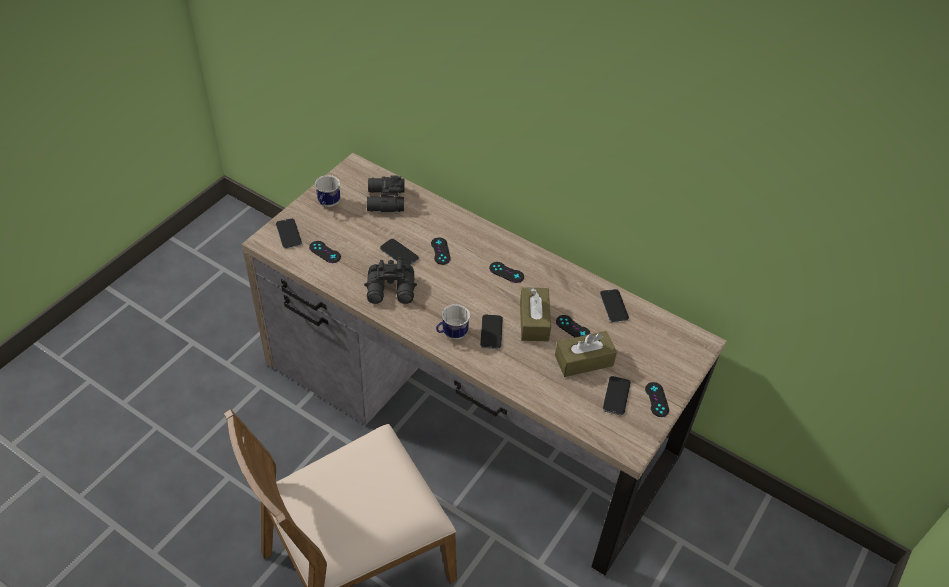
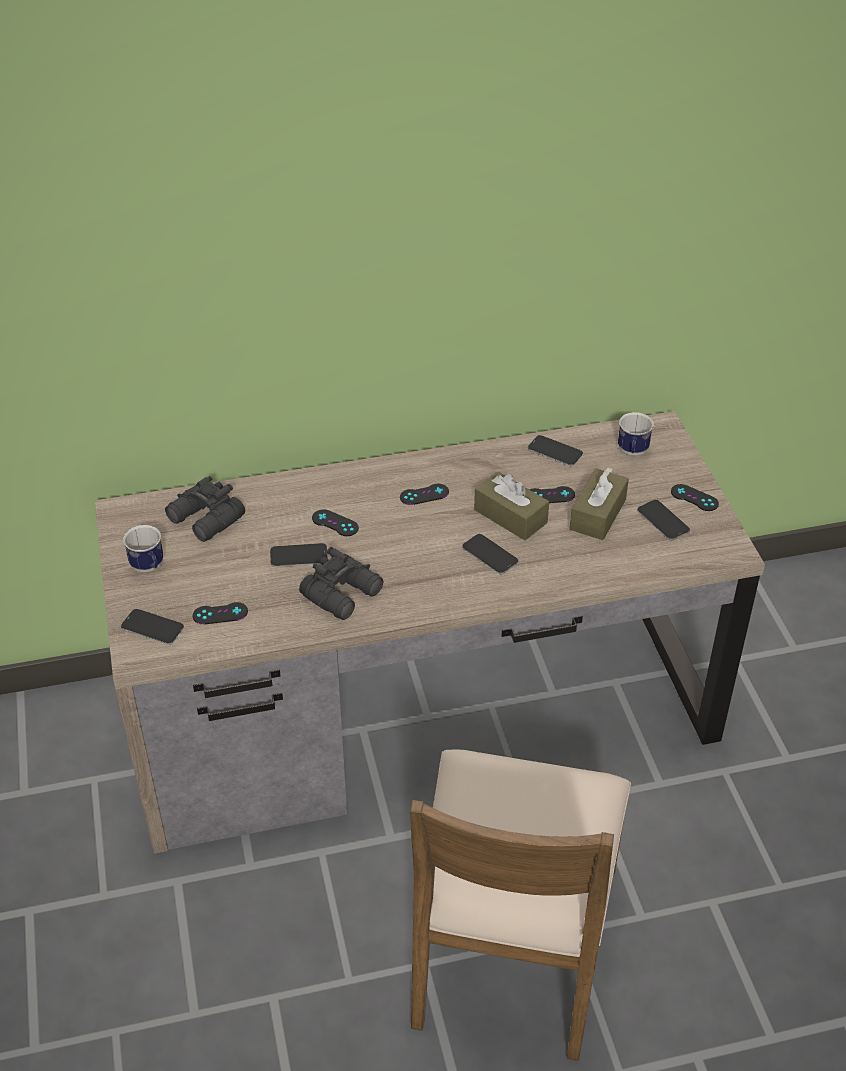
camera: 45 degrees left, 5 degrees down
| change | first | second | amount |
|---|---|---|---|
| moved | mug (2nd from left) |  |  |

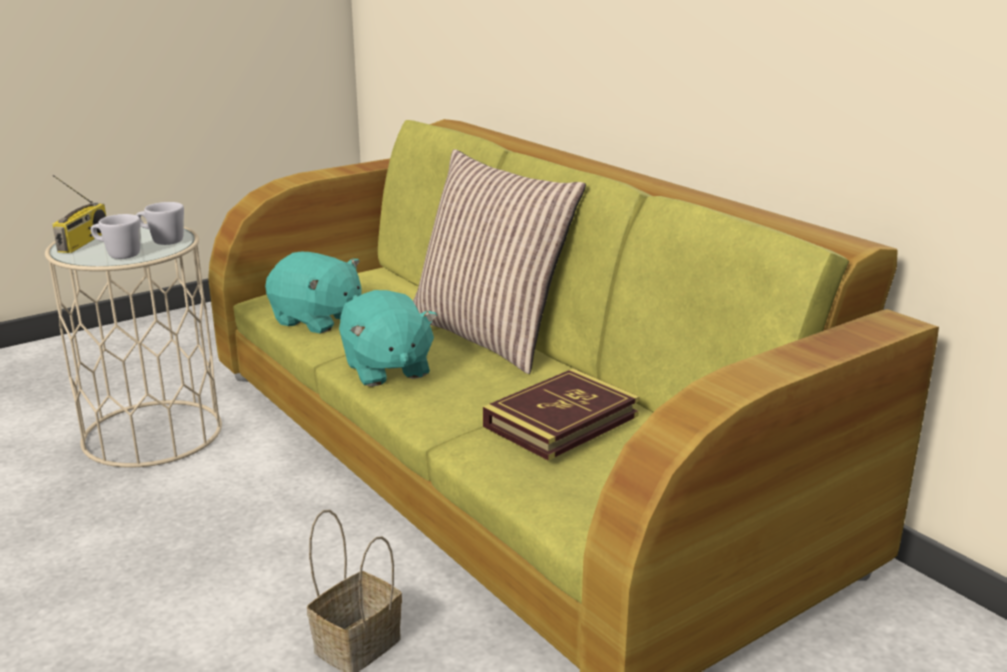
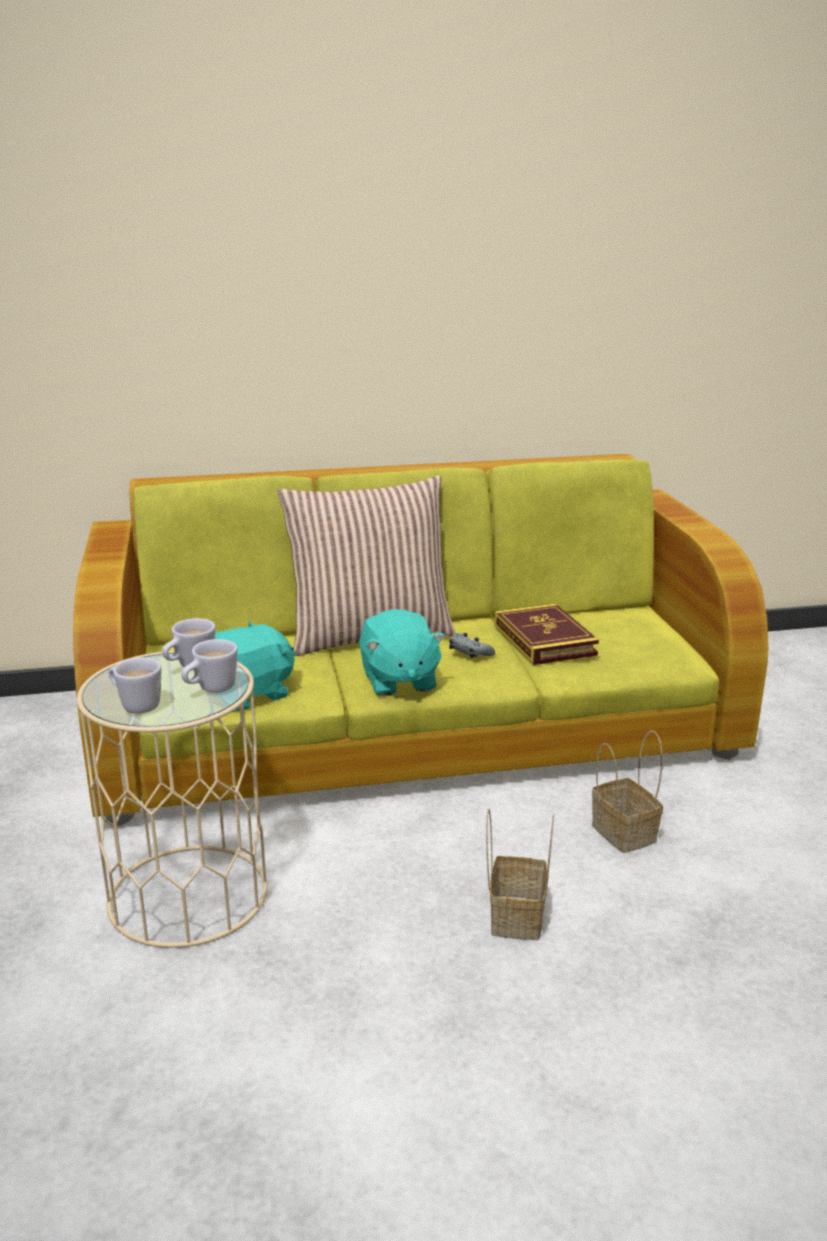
camera: 65 degrees left, 0 degrees up
| change | first | second | amount |
|---|---|---|---|
| replaced | radio | white mug (1st from left) |  |
| turned | turquoise plush toy (2nd from left) |  | 75 degrees clockwise |
| added |  | grey game controller |  |
| added |  | basket (1st from left) |  |

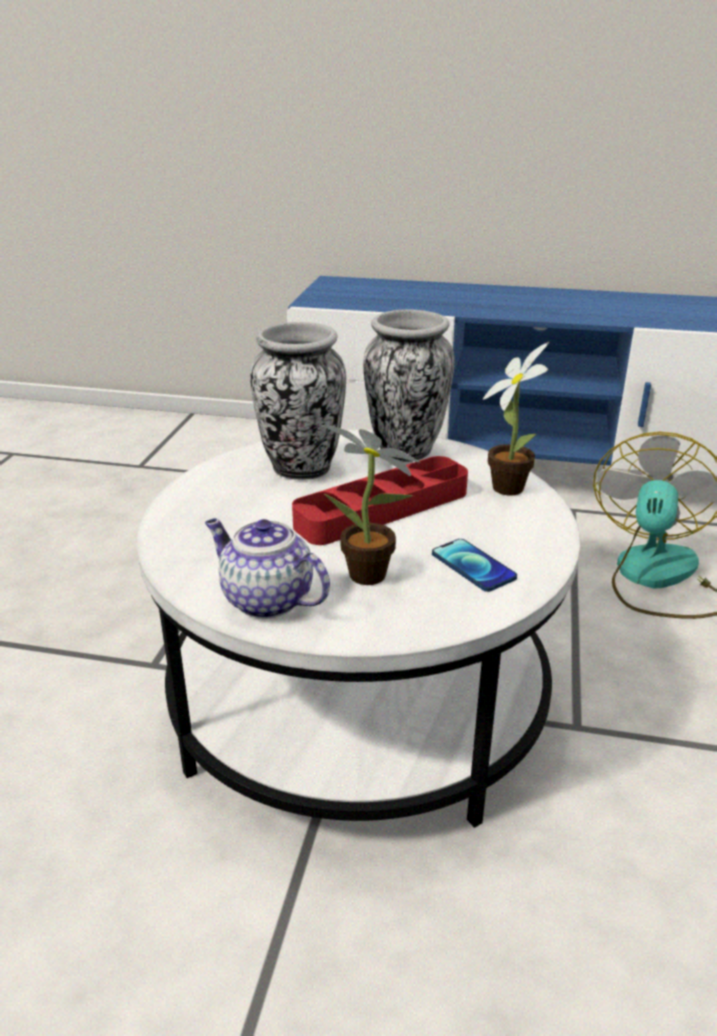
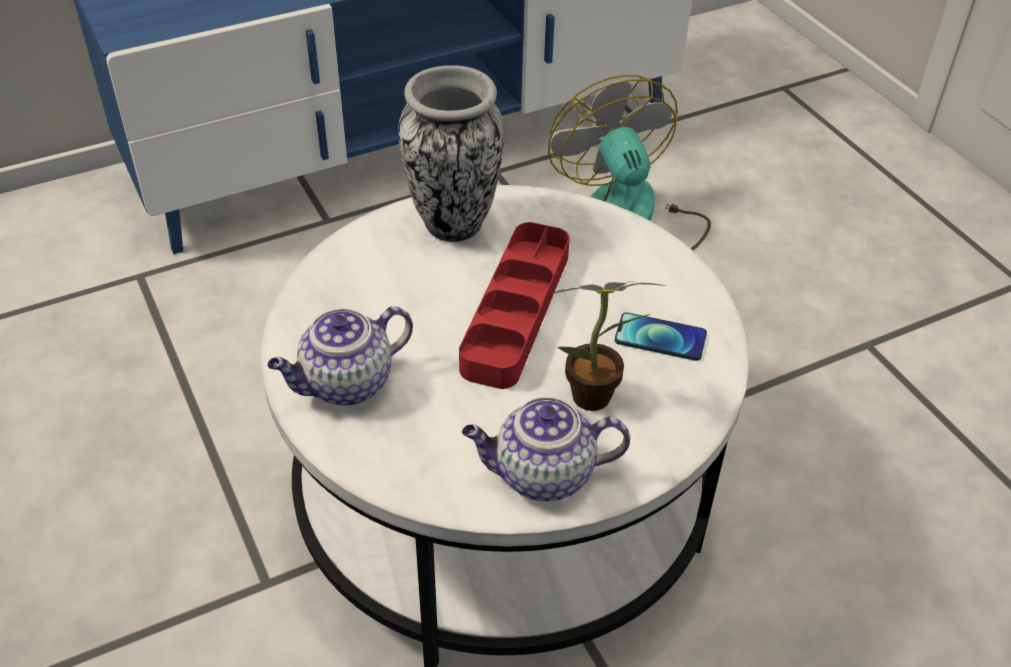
camera: 40 degrees left, 15 degrees up
| change | first | second | amount |
|---|---|---|---|
| removed | vase (1st from left) |  |  |
| removed | potted plant (2nd from left) |  |  |
| added |  | teapot (1st from left) |  |

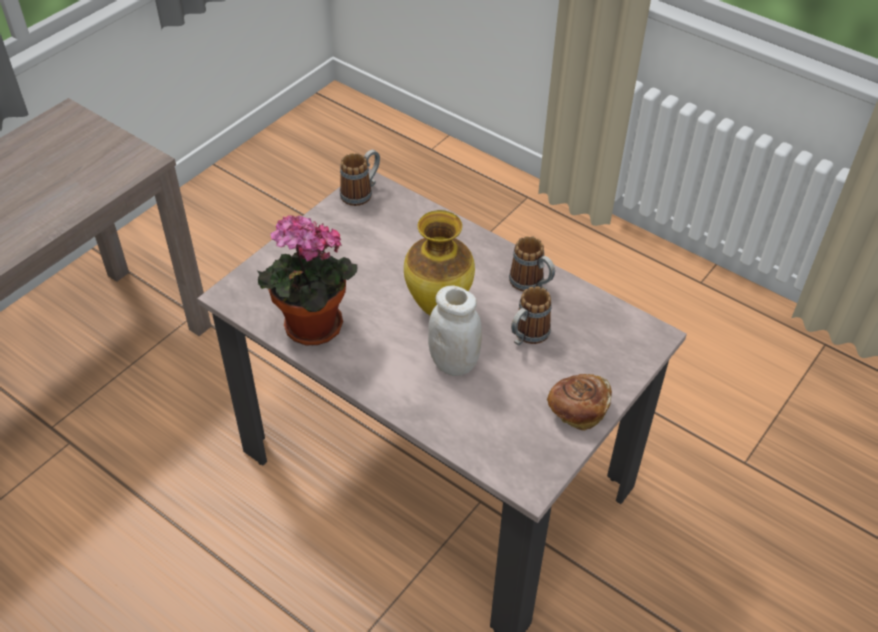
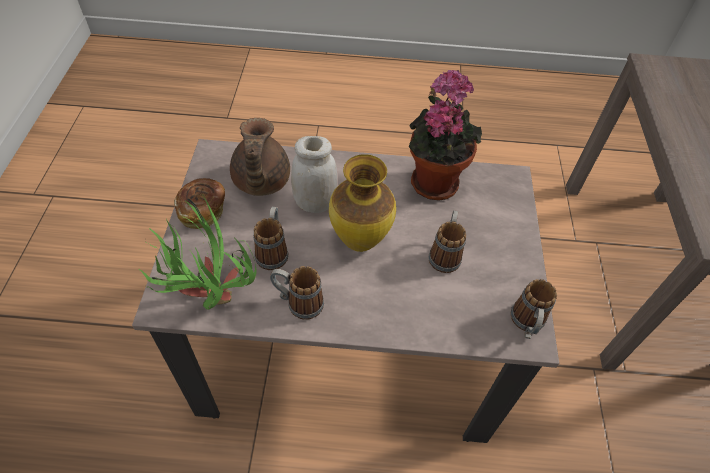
camera: 145 degrees right, 5 degrees up
| change | first | second | amount |
|---|---|---|---|
| added |  | brown teapot |  |
| added |  | potted plant (1st from left) |  |
| added |  | mug (3rd from left) |  |

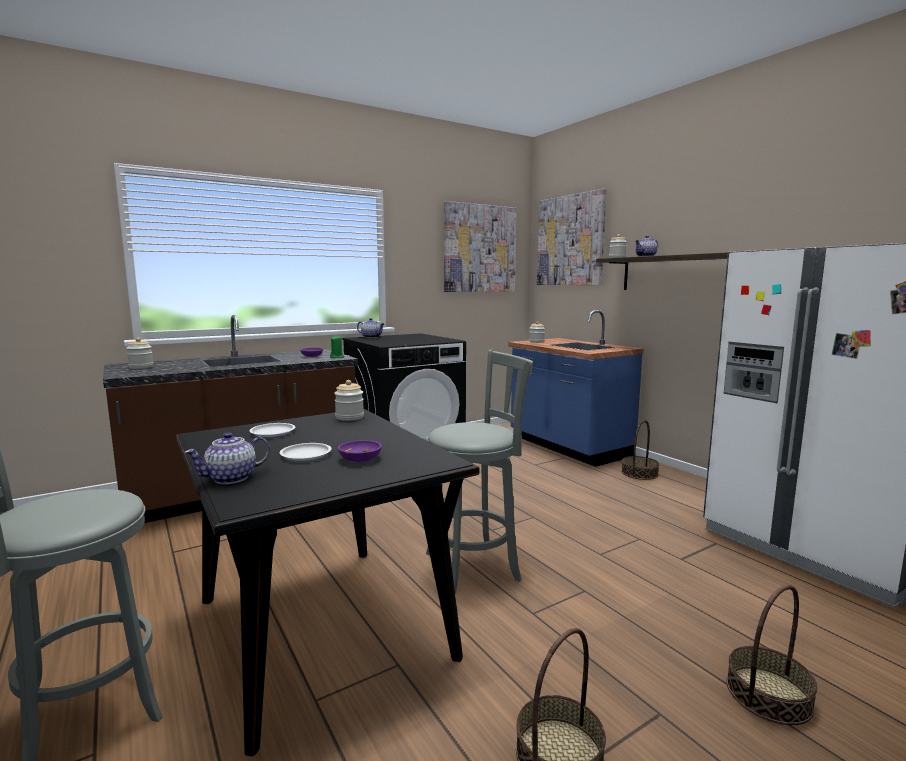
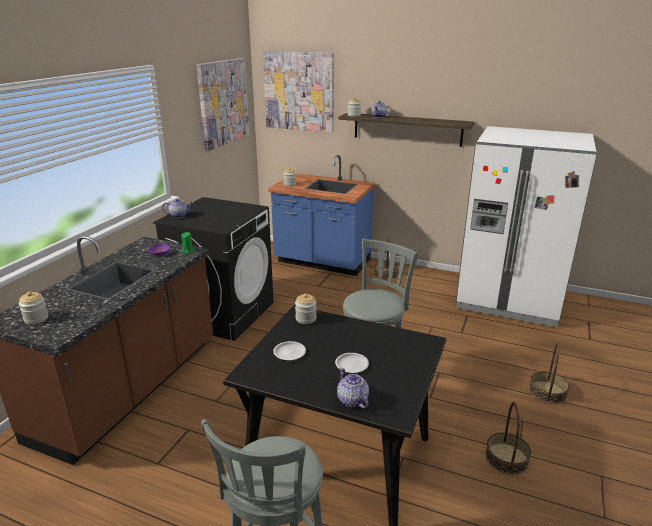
camera: 35 degrees left, 15 degrees up
| change | first | second | amount |
|---|---|---|---|
| turned | teapot (1st from left in the first image) | teapot (2nd from left) | 135 degrees clockwise |
| removed | purple bowl (2nd from left) |  |  |

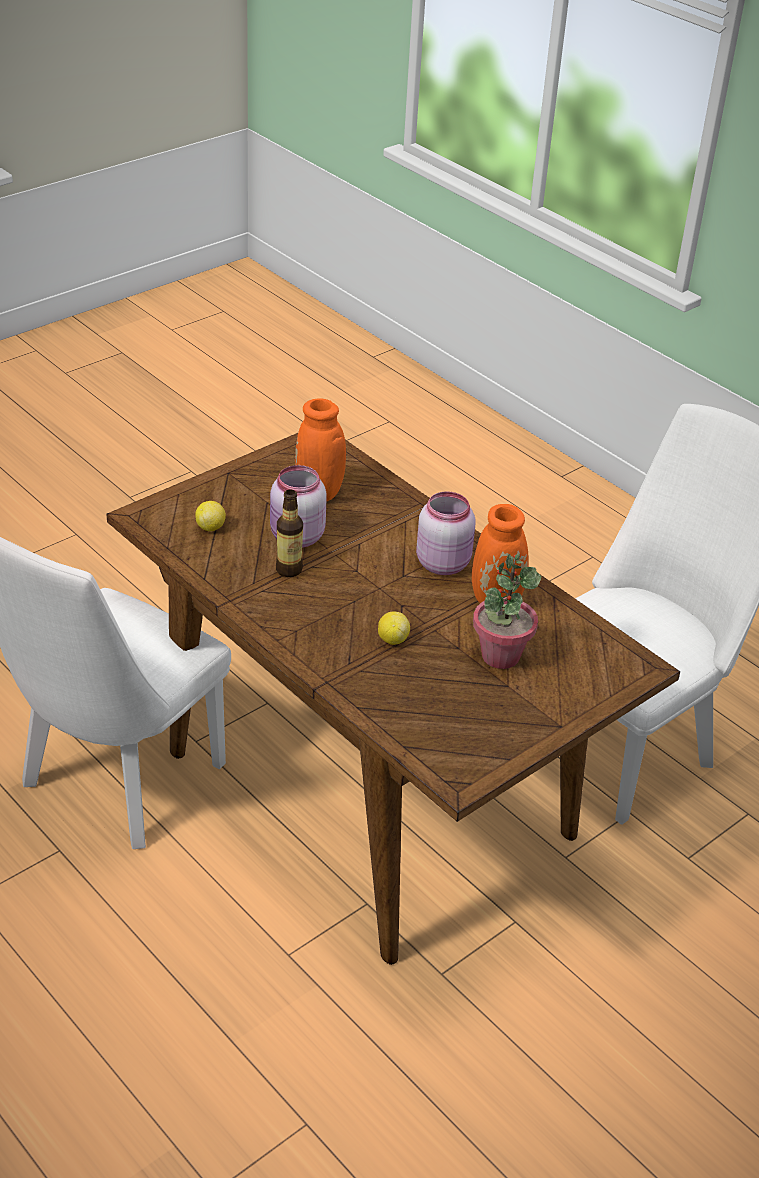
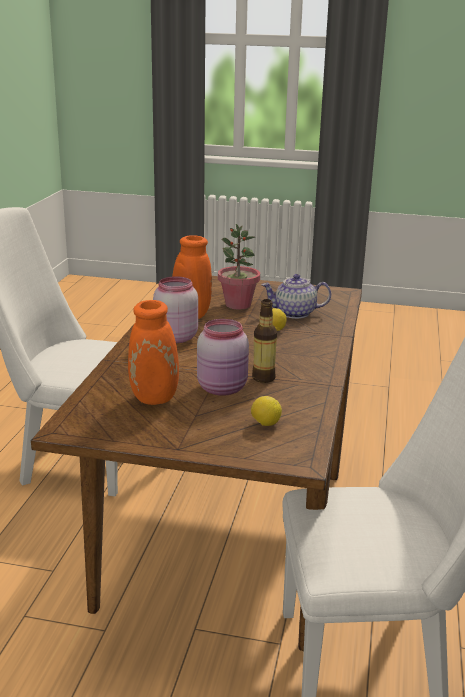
camera: 125 degrees left, 15 degrees down
| change | first | second | amount |
|---|---|---|---|
| added |  | teapot |  |

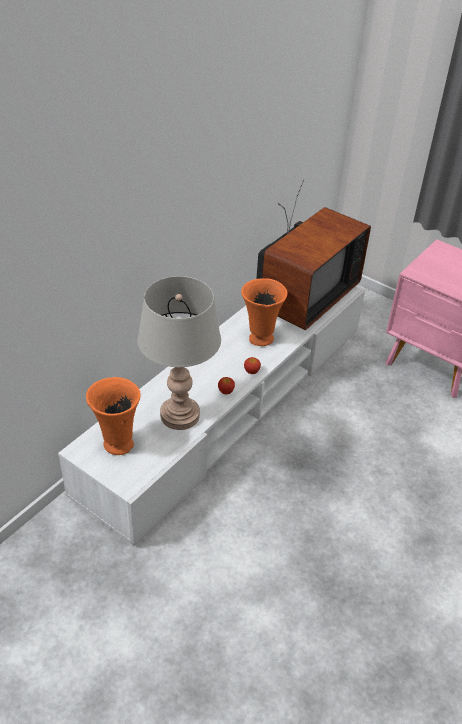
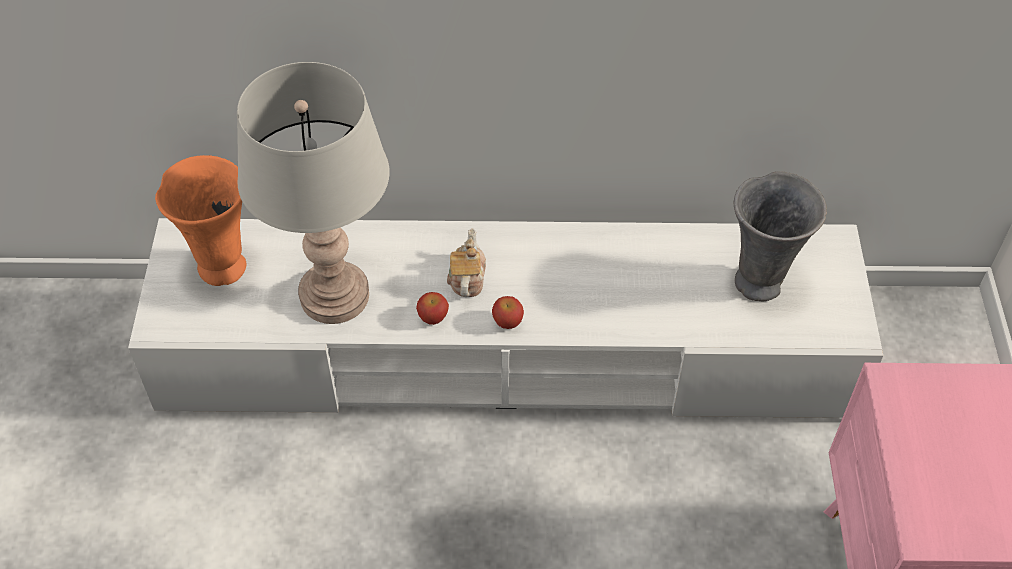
camera: 55 degrees right, 10 degrees up
| change | first | second | amount |
|---|---|---|---|
| replaced | television | grey vase |  |
| removed | orange vase (2nd from left) |  |  |
| added |  | teapot |  |

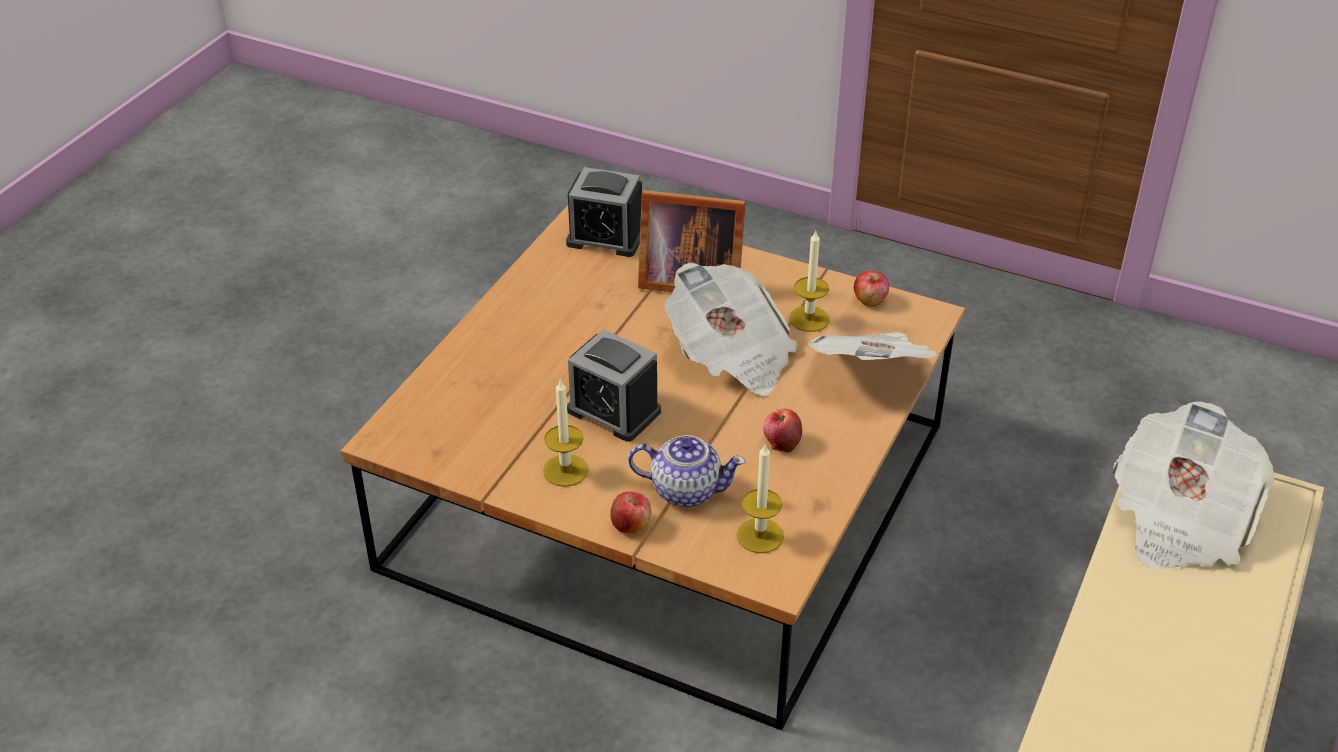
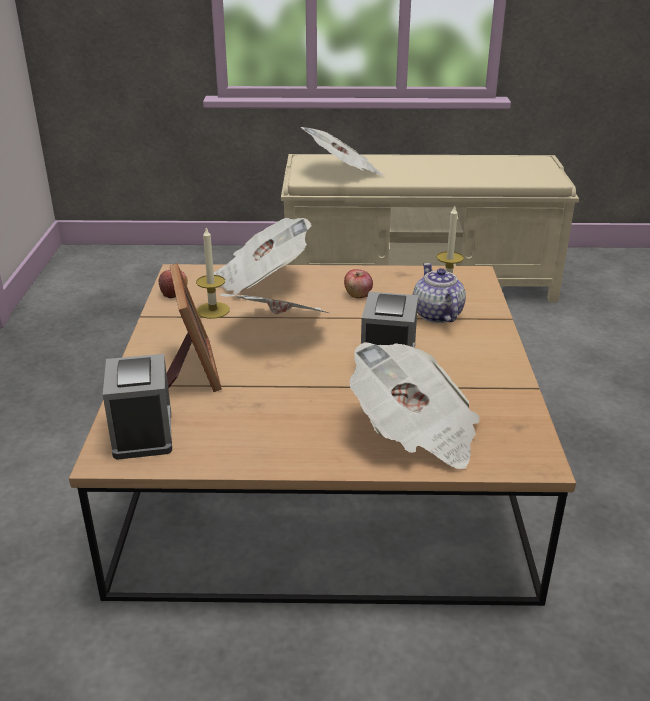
camera: 115 degrees left, 10 degrees down
| change | first | second | amount |
|---|---|---|---|
| removed | candle (1st from left) |  |  |
| removed | apple (1st from left) |  |  |
| added |  | newspaper (4th from left) |  |

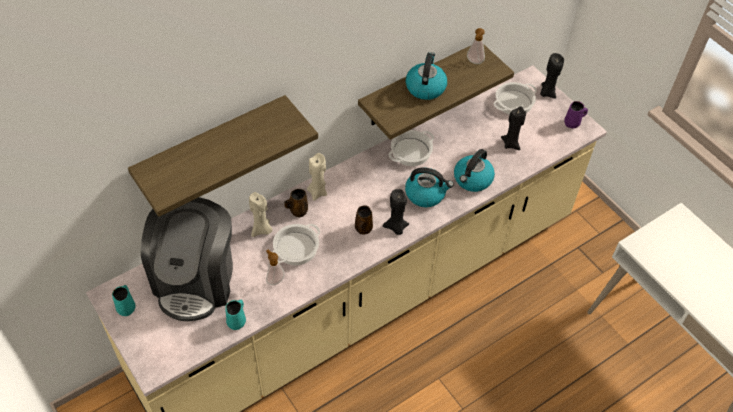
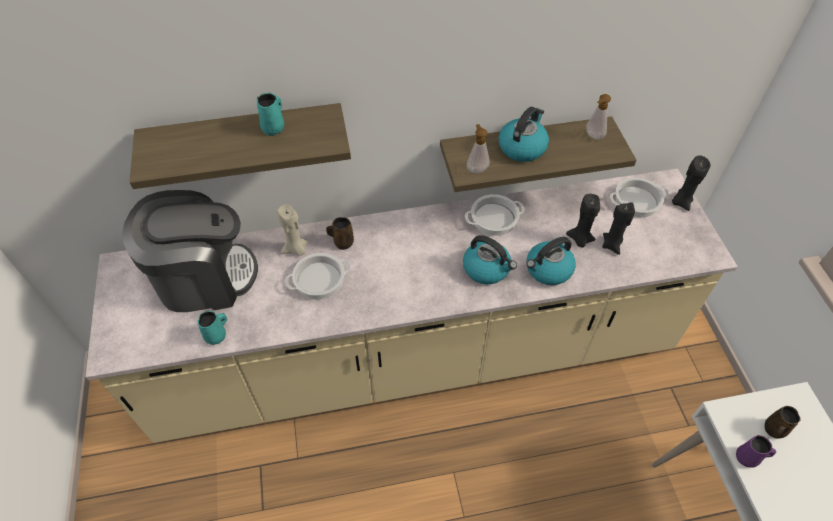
camera: 25 degrees right, 0 degrees up
| change | first | second | amount |
|---|---|---|---|
| moved | purple mug |  |  |
| removed | beige candle (2nd from left) |  |  |
| moved | black candle (1st from left) |  |  |
| turned | coffee machine |  | 135 degrees counterclockwise |
| moved | brown mug (2nd from left) |  |  |
| moved | soap dispenser (1st from left) |  |  |
| moved | turquoise mug (1st from left in the first image) | turquoise mug (2nd from left) |  |

